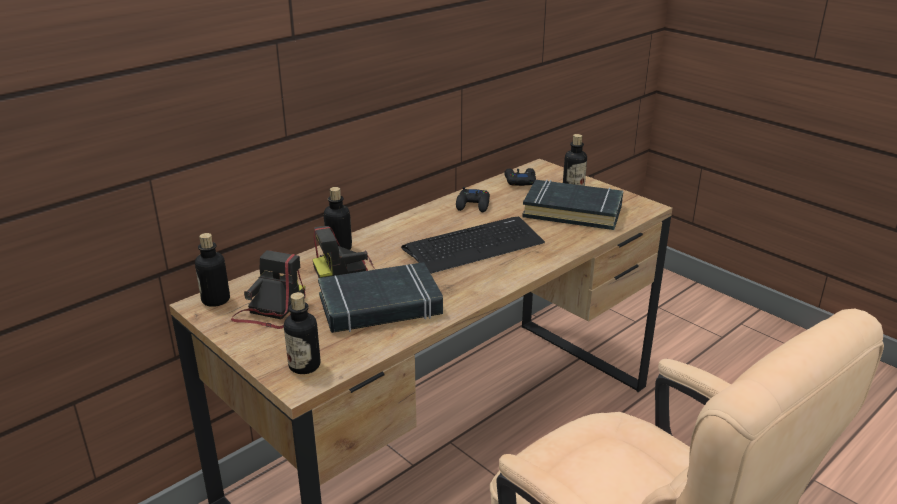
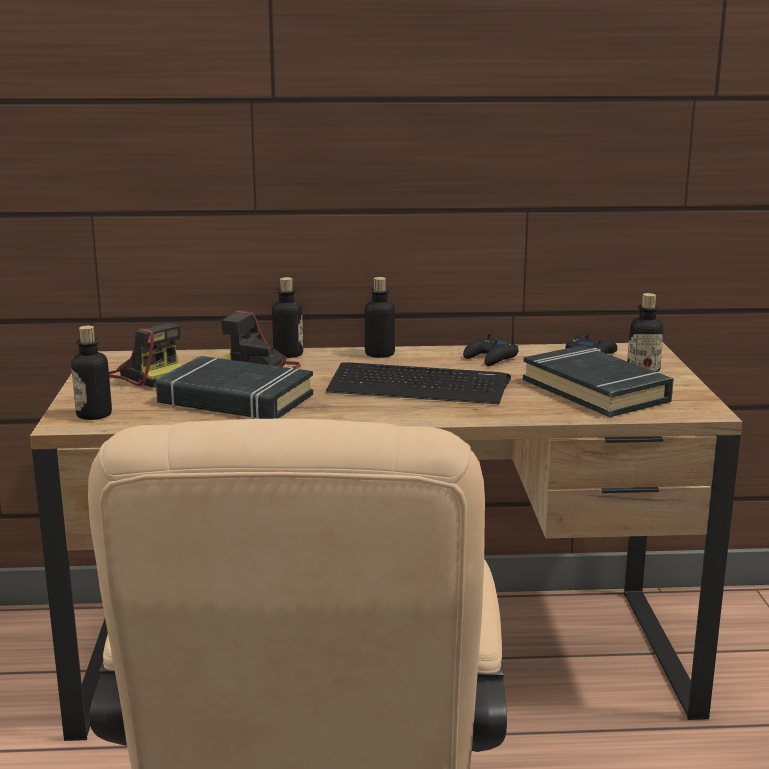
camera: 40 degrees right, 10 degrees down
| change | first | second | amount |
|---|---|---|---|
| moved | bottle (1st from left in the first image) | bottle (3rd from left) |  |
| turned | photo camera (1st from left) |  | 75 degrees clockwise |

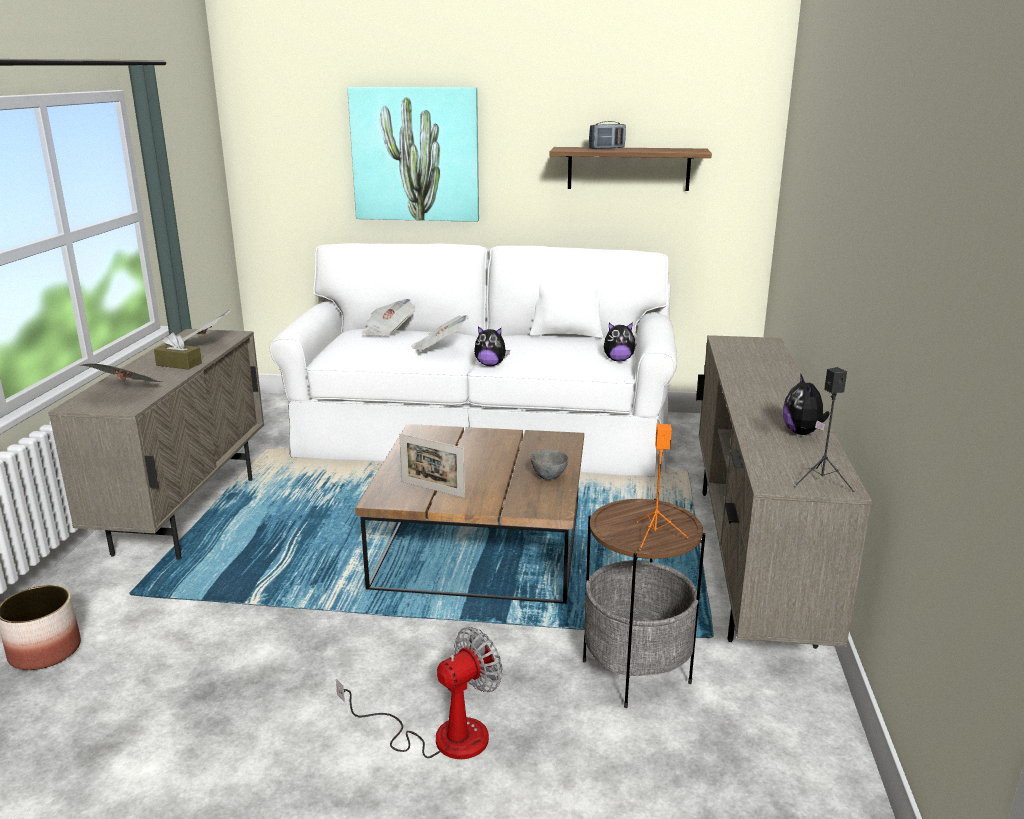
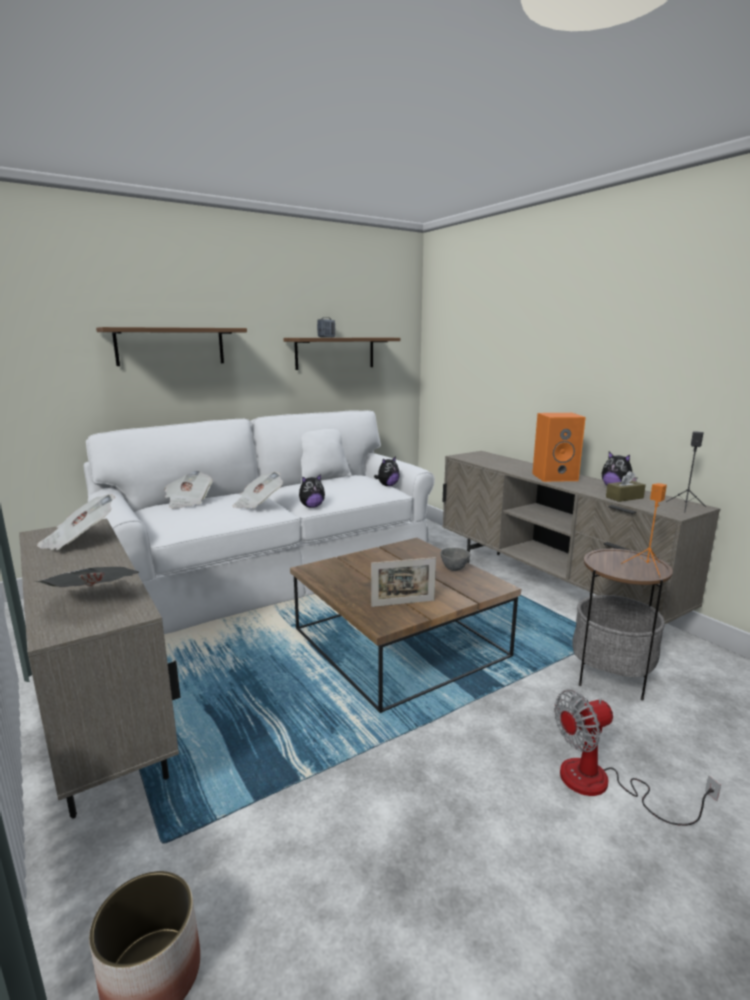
camera: 40 degrees left, 5 degrees down
| change | first | second | amount |
|---|---|---|---|
| replaced | picture | shelf (1st from left) |  |
| moved | brown tissue box |  |  |
| turned | fan |  | 120 degrees counterclockwise |
| added |  | orange speaker (1st from left) |  |

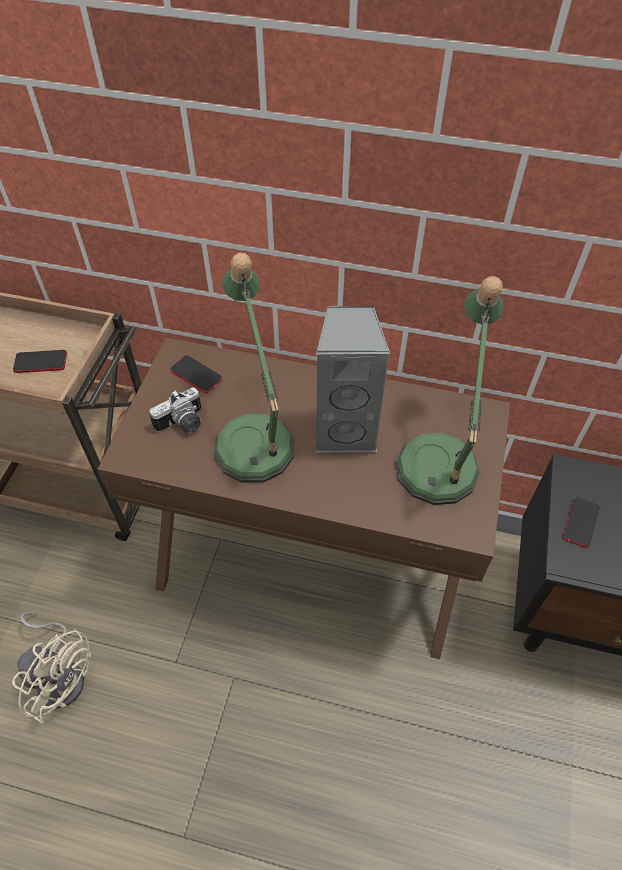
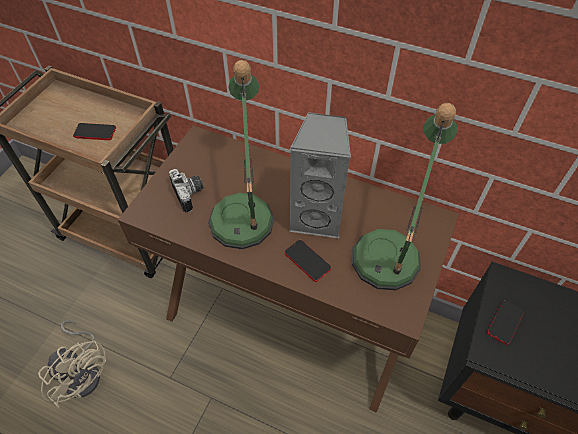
camera: 10 degrees right, 0 degrees up
| change | first | second | amount |
|---|---|---|---|
| moved | phone (2nd from left) |  |  |
| turned | photo camera |  | 90 degrees counterclockwise |

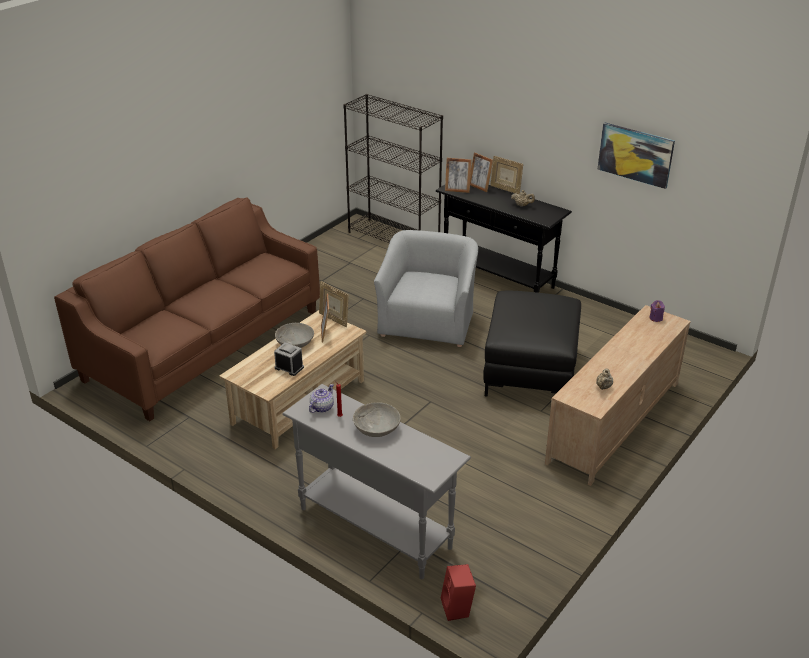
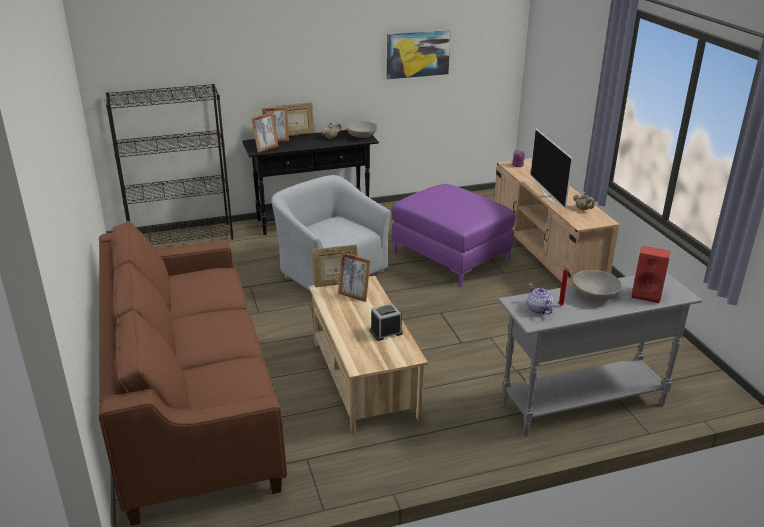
camera: 55 degrees left, 5 degrees down
| change | first | second | amount |
|---|---|---|---|
| recoloured | black ottoman | purple ottoman |  |
| moved | grey bowl (1st from left) |  |  |
| moved | red speaker |  |  |
| added |  | television |  |

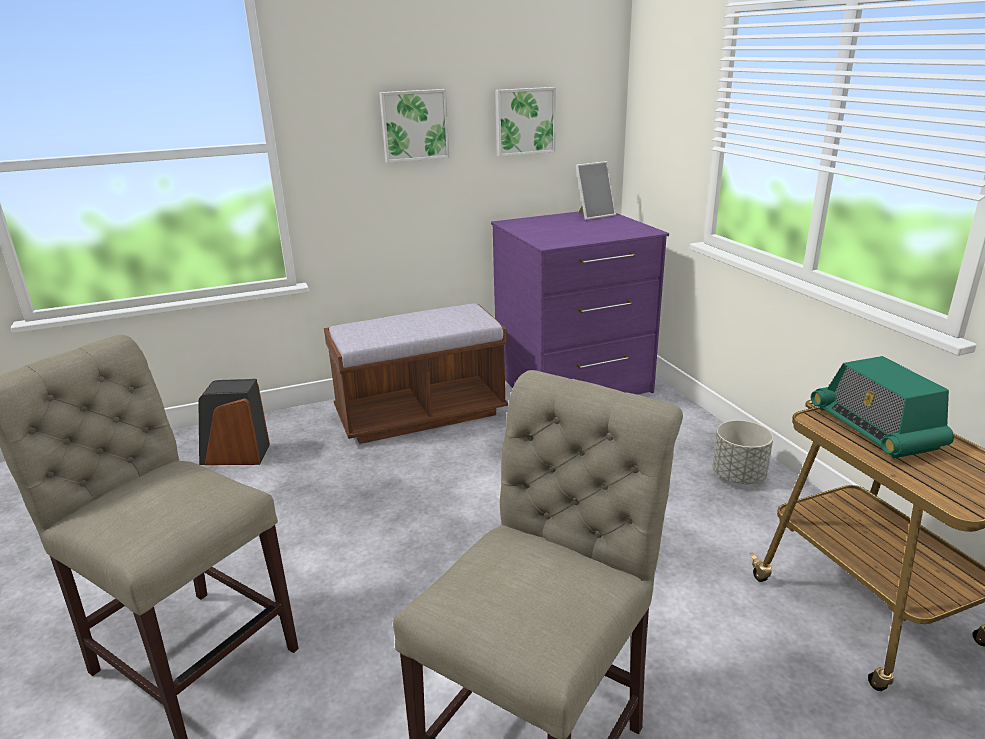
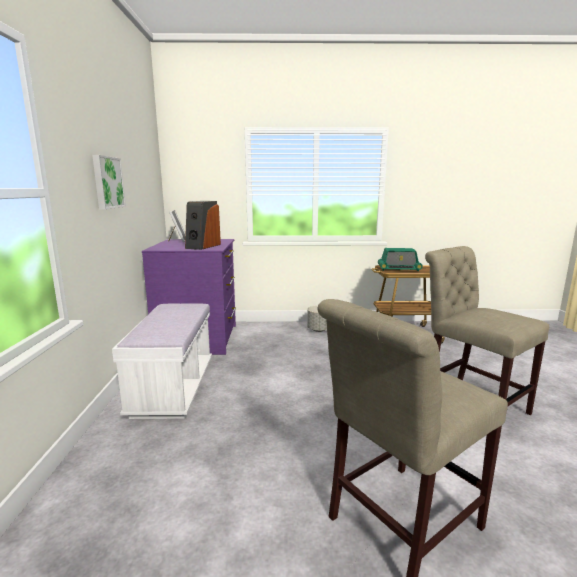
camera: 70 degrees left, 10 degrees down
| change | first | second | amount |
|---|---|---|---|
| removed | picture (2nd from left) |  |  |
| recoloured | brown bench | white bench |  |
| moved | speaker |  |  |

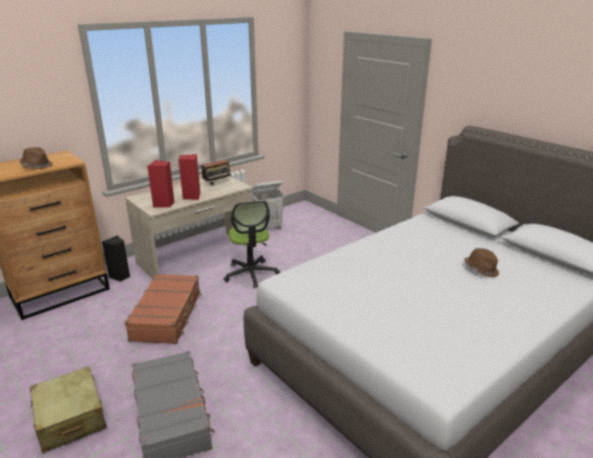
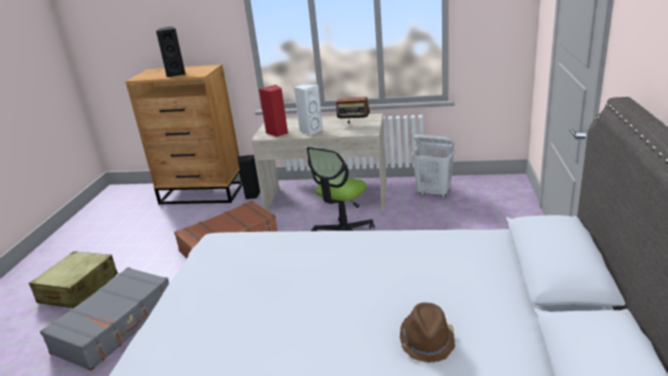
camera: 50 degrees right, 0 degrees up
| change | first | second | amount |
|---|---|---|---|
| replaced | brown hat (1st from left) | black speaker (1st from left) |  |
| recoloured | red speaker (2nd from left) | white speaker |  |

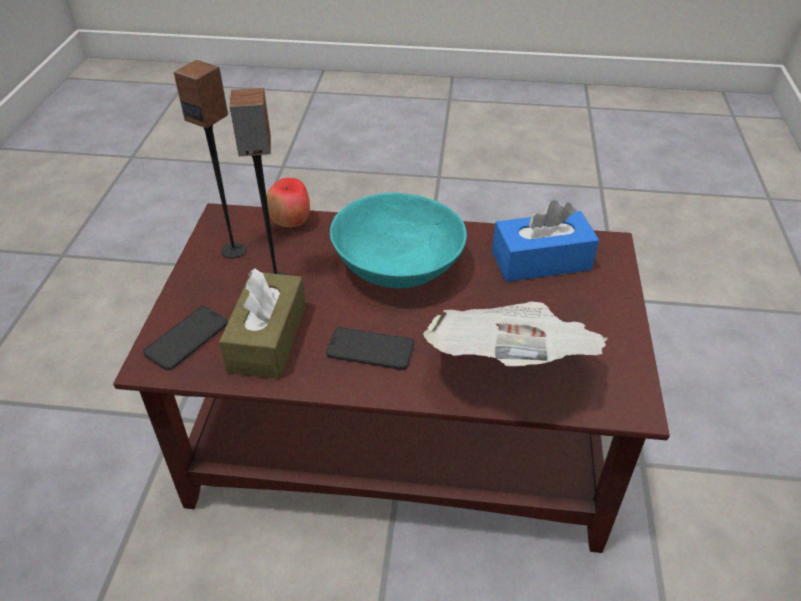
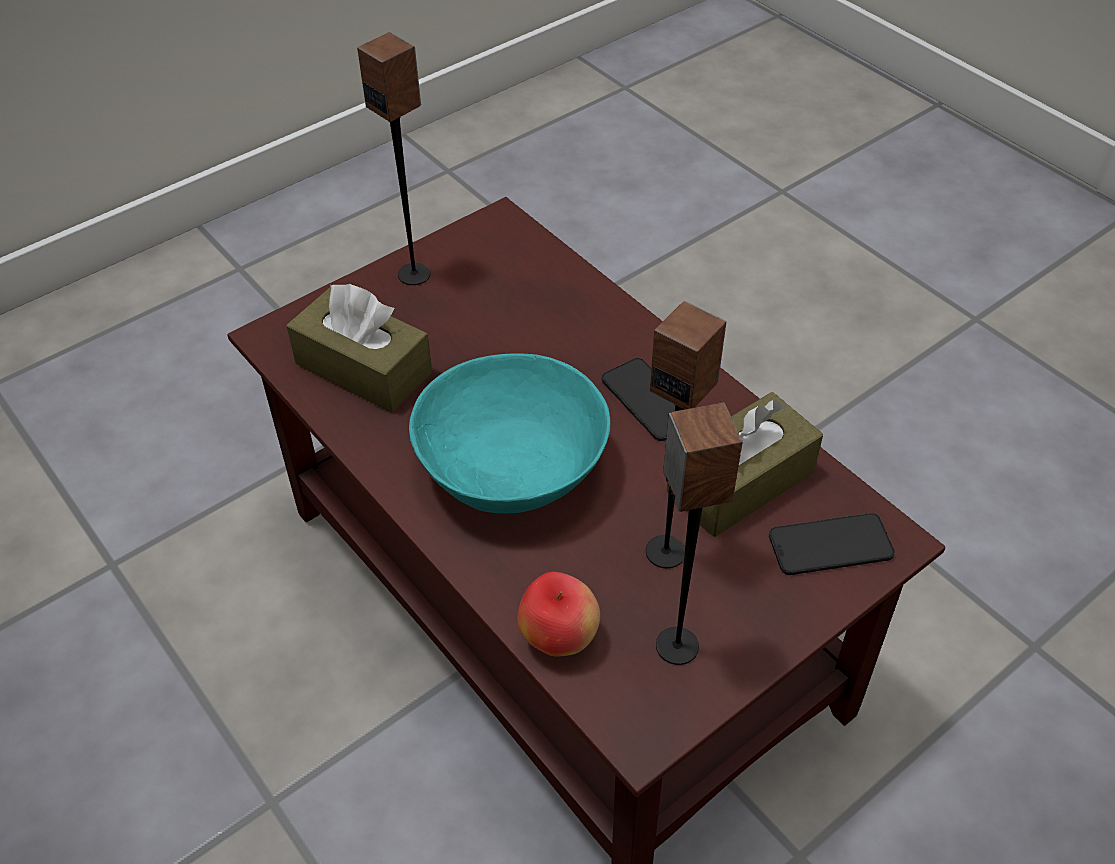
camera: 135 degrees left, 5 degrees up
| change | first | second | amount |
|---|---|---|---|
| recoloured | blue tissue box | brown tissue box (1st from left) |  |
| removed | newspaper |  |  |
| added |  | speaker (1st from left) |  |

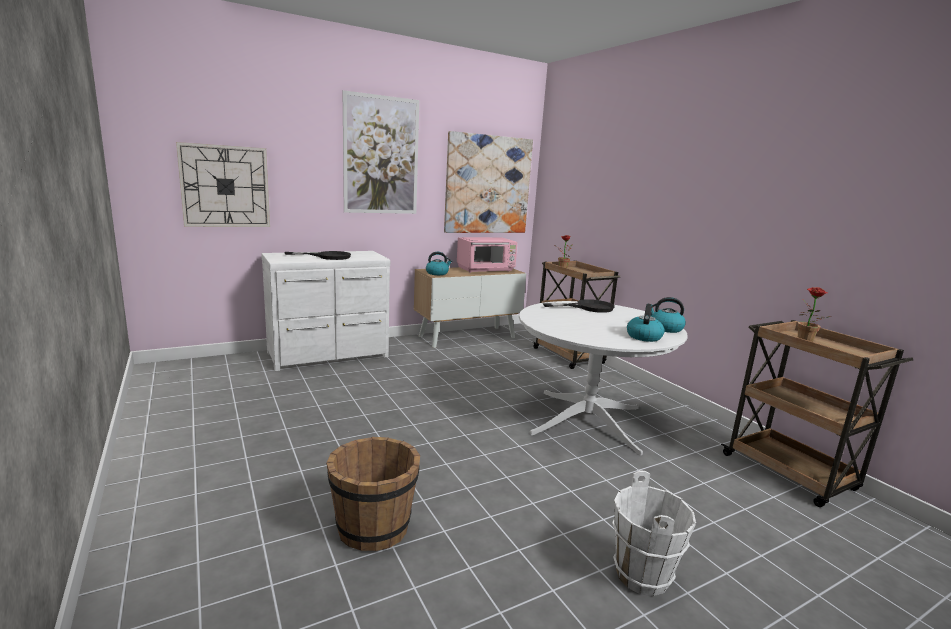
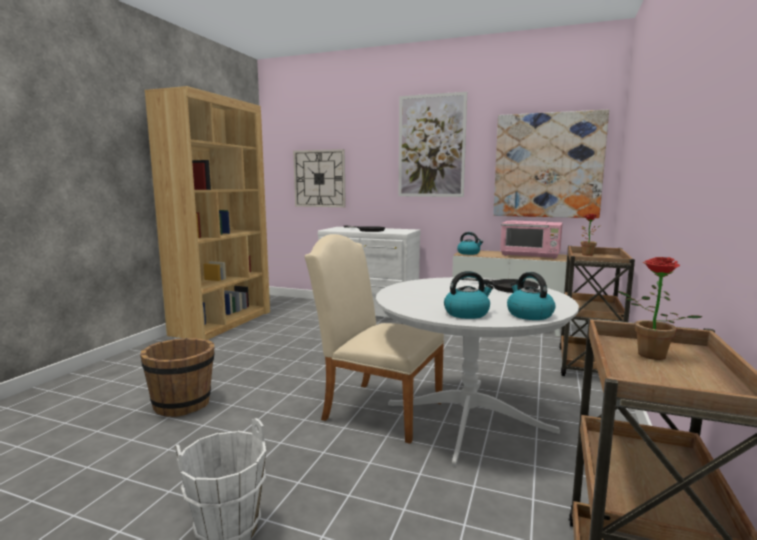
camera: 50 degrees right, 5 degrees down
| change | first | second | amount |
|---|---|---|---|
| added |  | brown bookcase |  |
| added |  | beige chair |  |

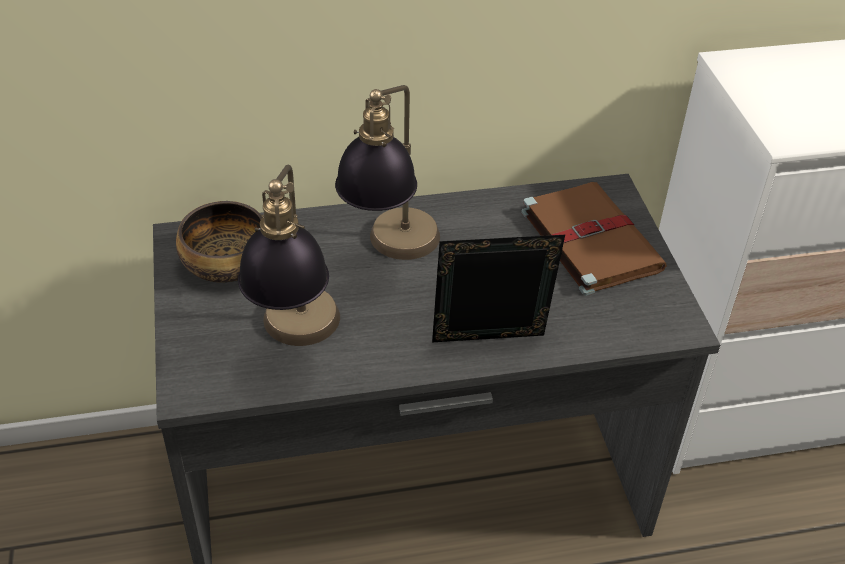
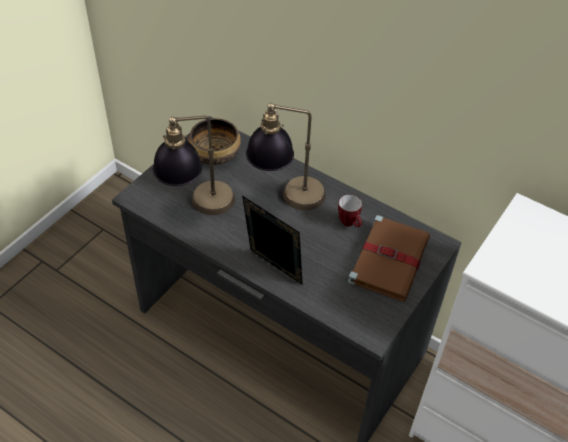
camera: 45 degrees right, 5 degrees up
| change | first | second | amount |
|---|---|---|---|
| added |  | mug |  |

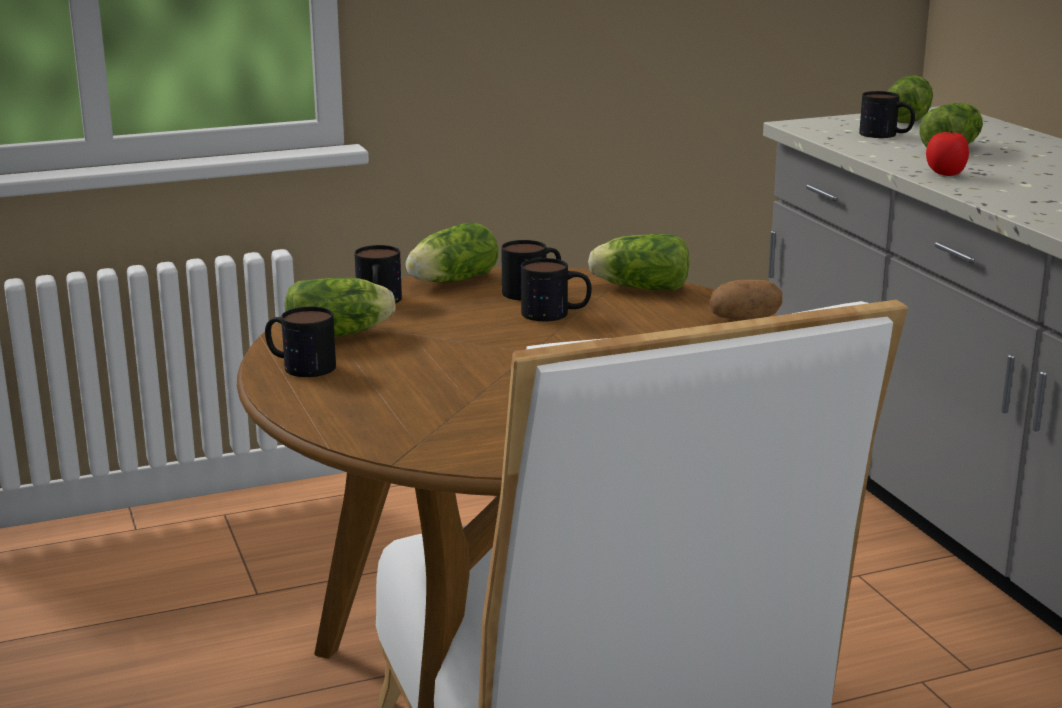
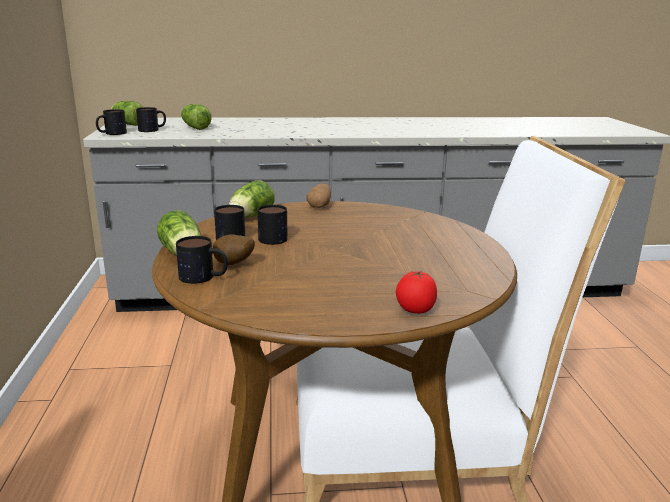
camera: 75 degrees left, 0 degrees up
| change | first | second | amount |
|---|---|---|---|
| moved | tomato |  |  |
| removed | lettuce (1st from left) |  |  |
| moved | mug (1st from left) |  |  |
| added |  | potato (1st from left) |  |

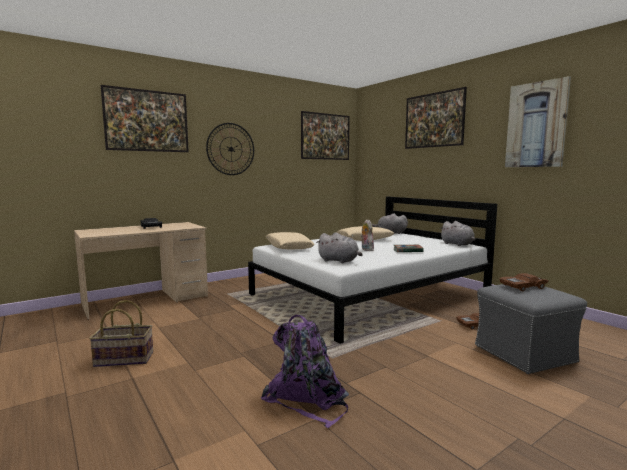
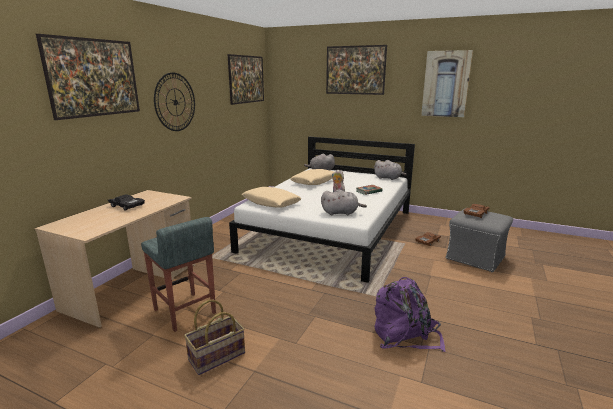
camera: 30 degrees left, 10 degrees up
| change | first | second | amount |
|---|---|---|---|
| added |  | grey stool |  |

